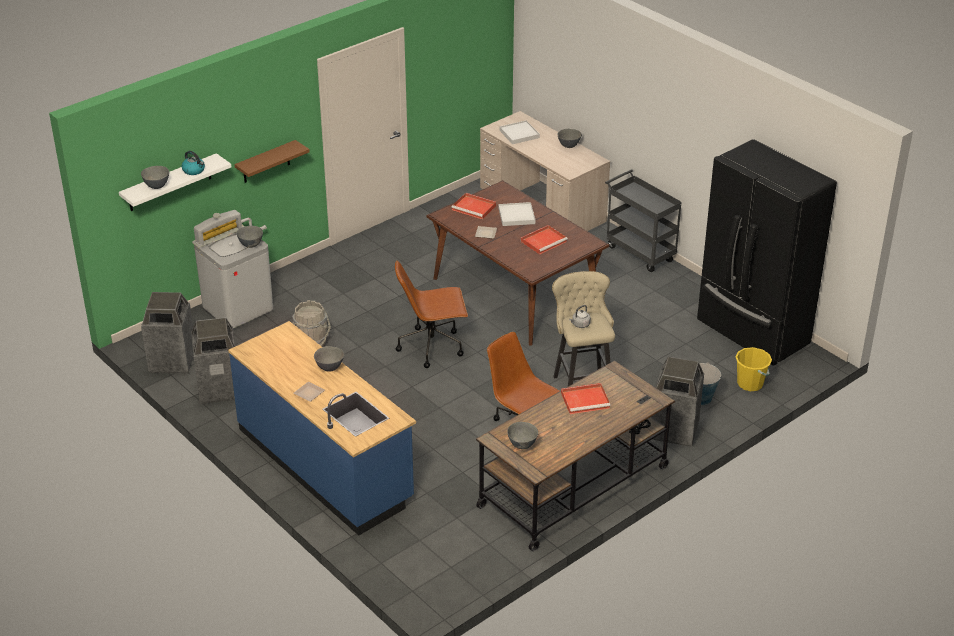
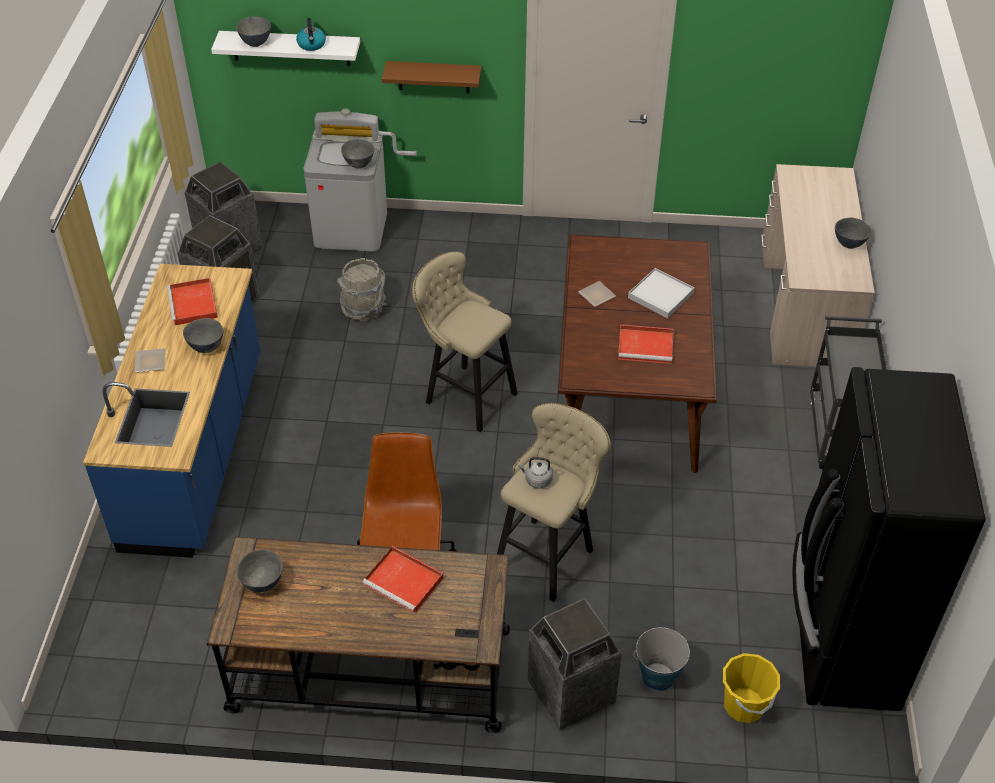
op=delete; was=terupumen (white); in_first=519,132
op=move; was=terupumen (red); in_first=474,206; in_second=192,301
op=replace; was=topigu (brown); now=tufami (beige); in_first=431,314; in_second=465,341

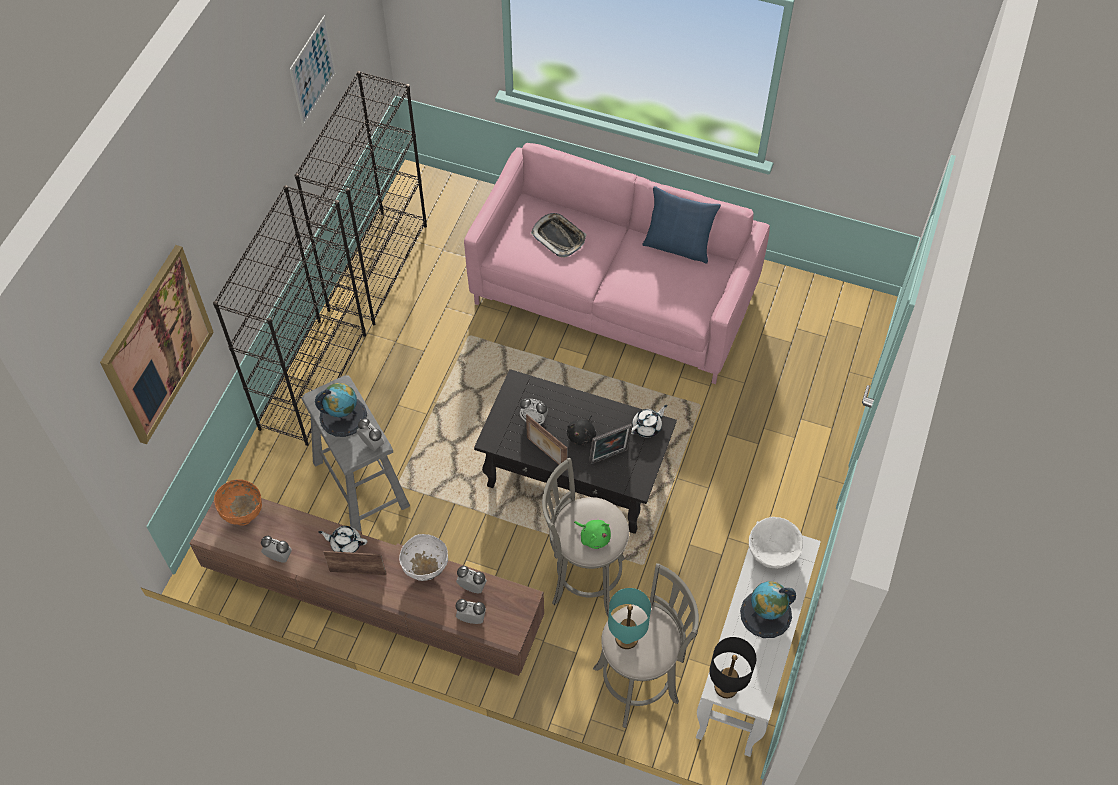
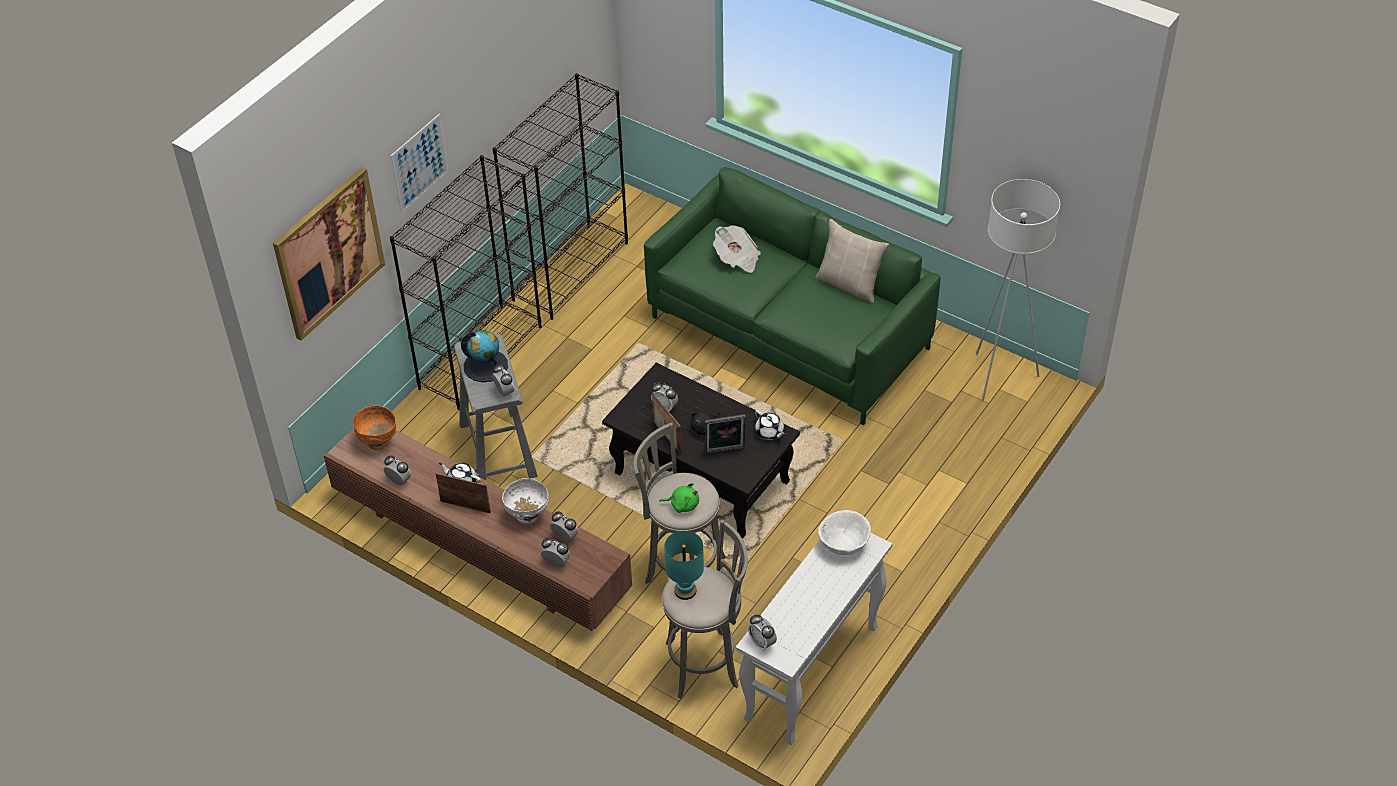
op=move; was=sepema; in_first=313,70; in_second=420,163
op=recolor; was=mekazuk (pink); now=mekazuk (green); in_first=617,263; in_second=792,296
op=recolor; was=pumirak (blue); now=pumirak (beige); in_first=681,225; in_second=852,261
op=replace; was=terupumen; now=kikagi; in_first=558,235; in_second=737,249
op=rotate; was=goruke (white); in_first=649,421; in_second=770,425; clockwise=75
op=rotate; was=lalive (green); in_first=592,534; in_second=679,498; clockwise=-45
op=delete; was=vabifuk; in_first=768,609
op=replace; was=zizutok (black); now=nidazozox; in_first=732,667; in_second=762,632
op=insert; now=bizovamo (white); in_second=1018,290

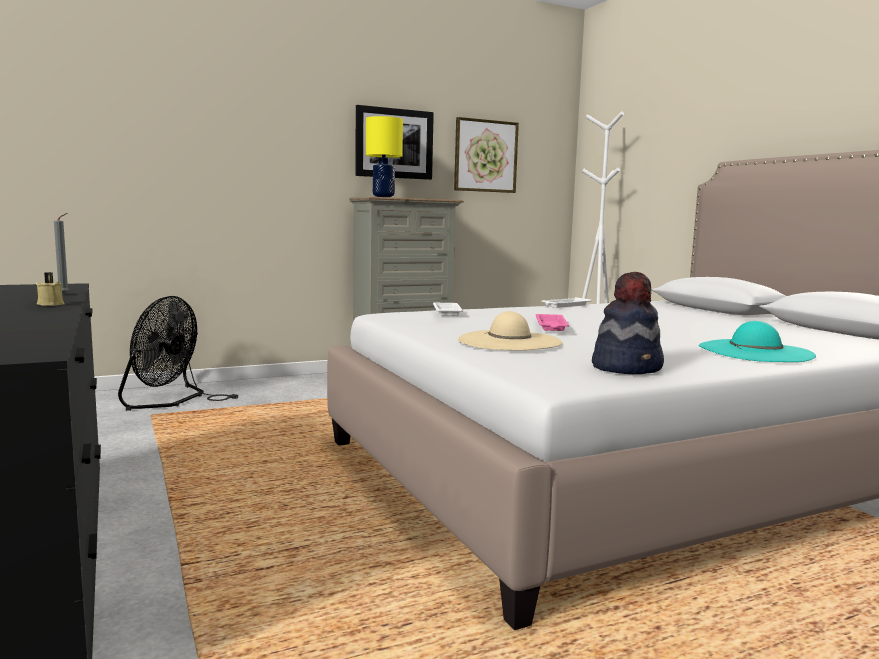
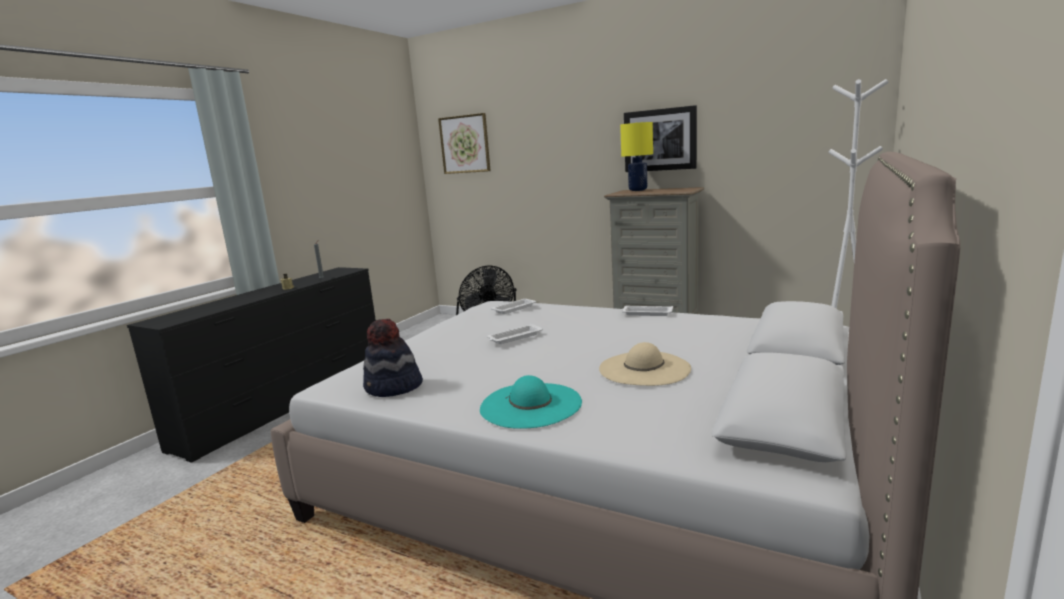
op=move; was=sepema; in_first=486,155; in_second=464,143
op=move; was=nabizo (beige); in_first=510,330; in_second=645,364
op=recolor; was=terupumen (pink); now=terupumen (white); in_first=552,322; in_second=515,334

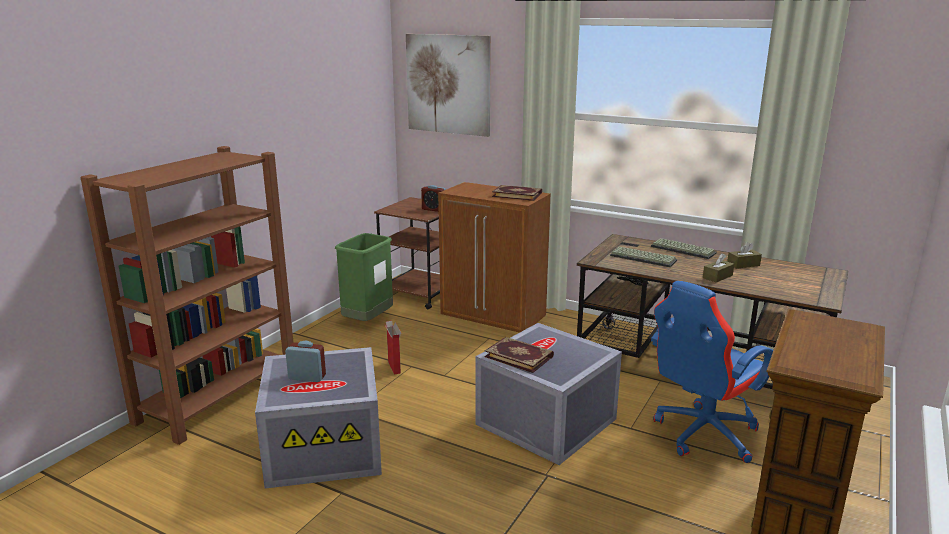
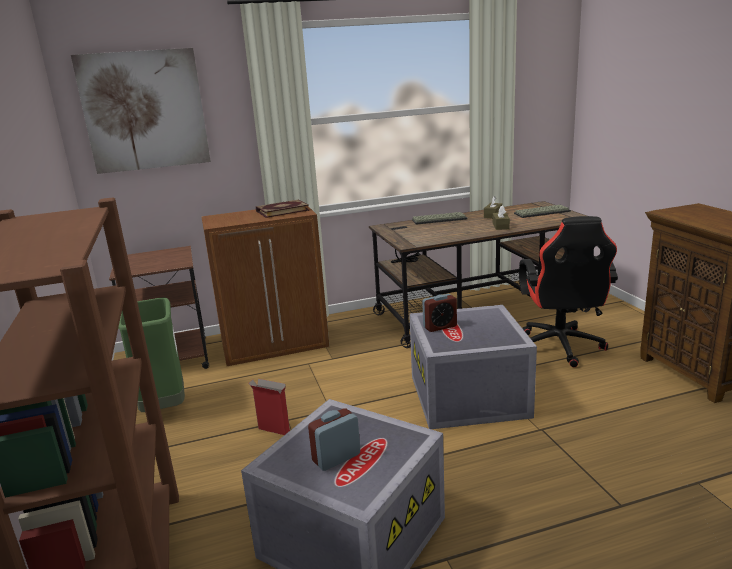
op=move; was=nidazozox; in_first=433,198; in_second=439,313
op=move; was=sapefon; in_first=643,257; in_second=542,211
op=recolor; was=topigu (blue); now=topigu (black); in_first=712,372; in_second=568,291
op=delete; was=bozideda; in_first=519,355

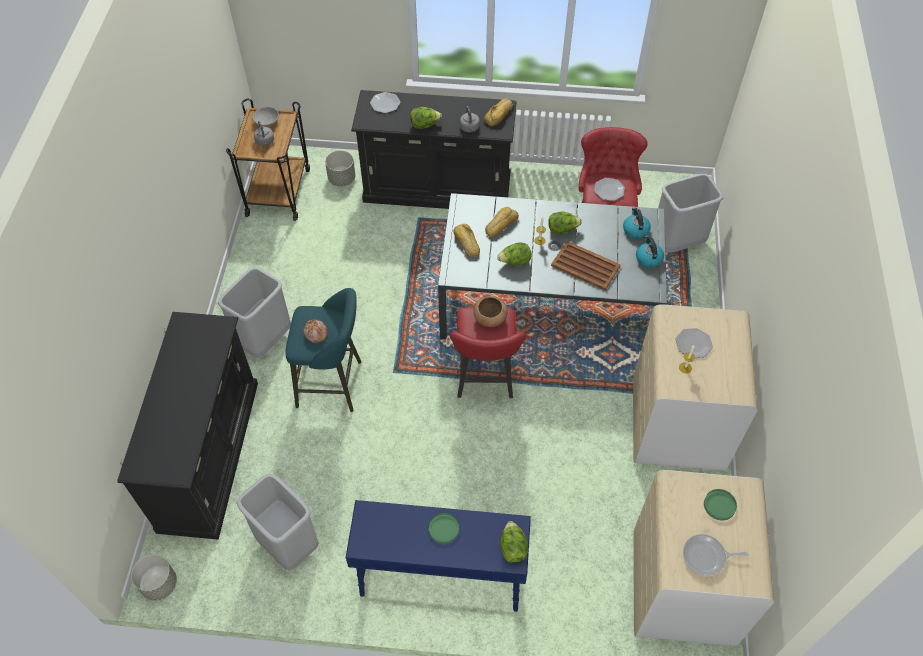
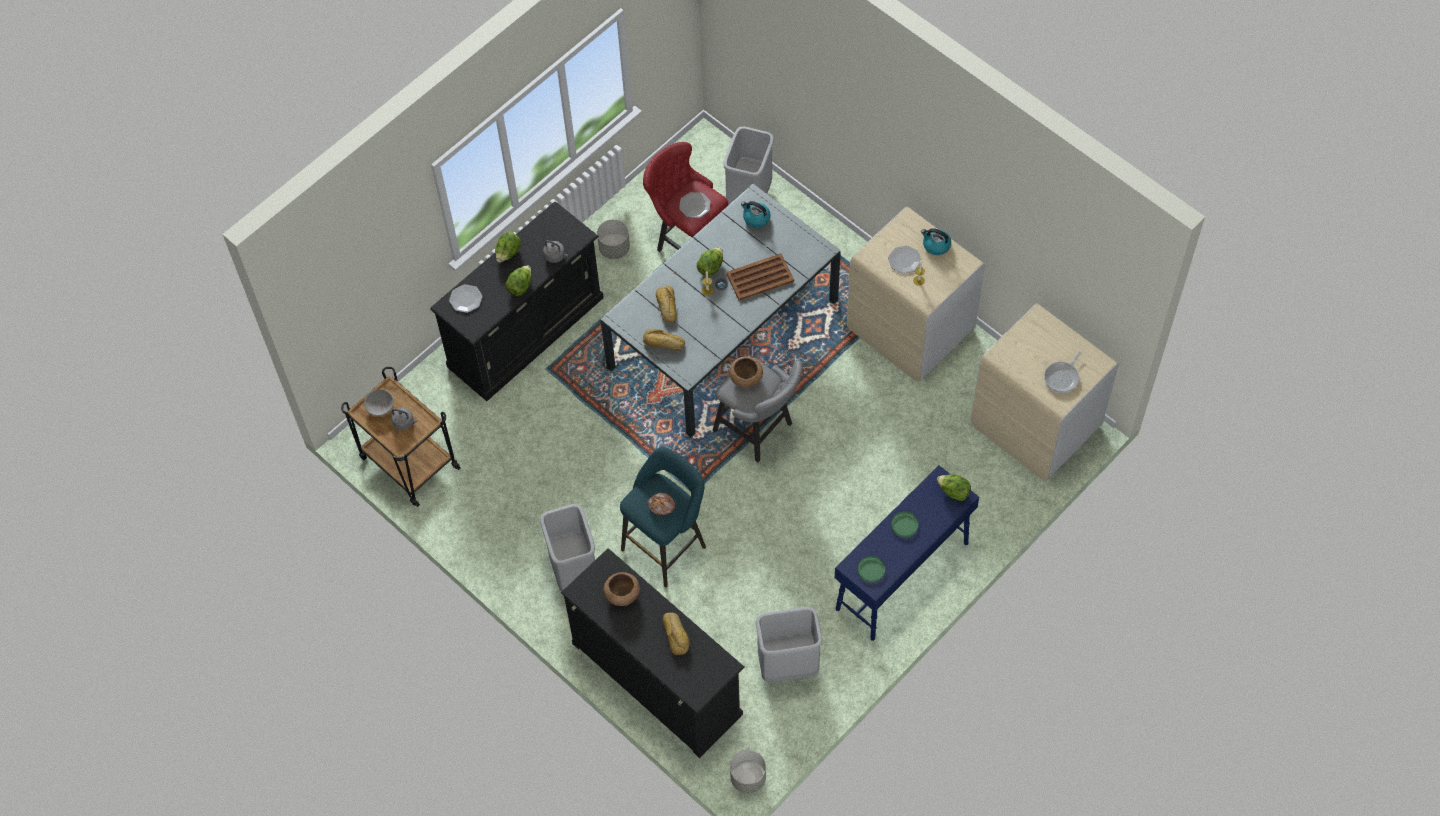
op=move; was=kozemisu; in_first=498,113; in_second=676,634
op=move; was=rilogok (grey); in_first=340,168; in_second=613,239
op=move; was=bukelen; in_first=650,251; in_second=936,241
op=move; was=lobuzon; in_first=514,254; in_second=508,247
op=recolor; was=tufami (red); now=tufami (grey); in_first=488,352; in_second=757,409
op=move; was=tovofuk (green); in_first=720,505; in_second=871,569
op=insert; now=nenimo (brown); in_second=622,589

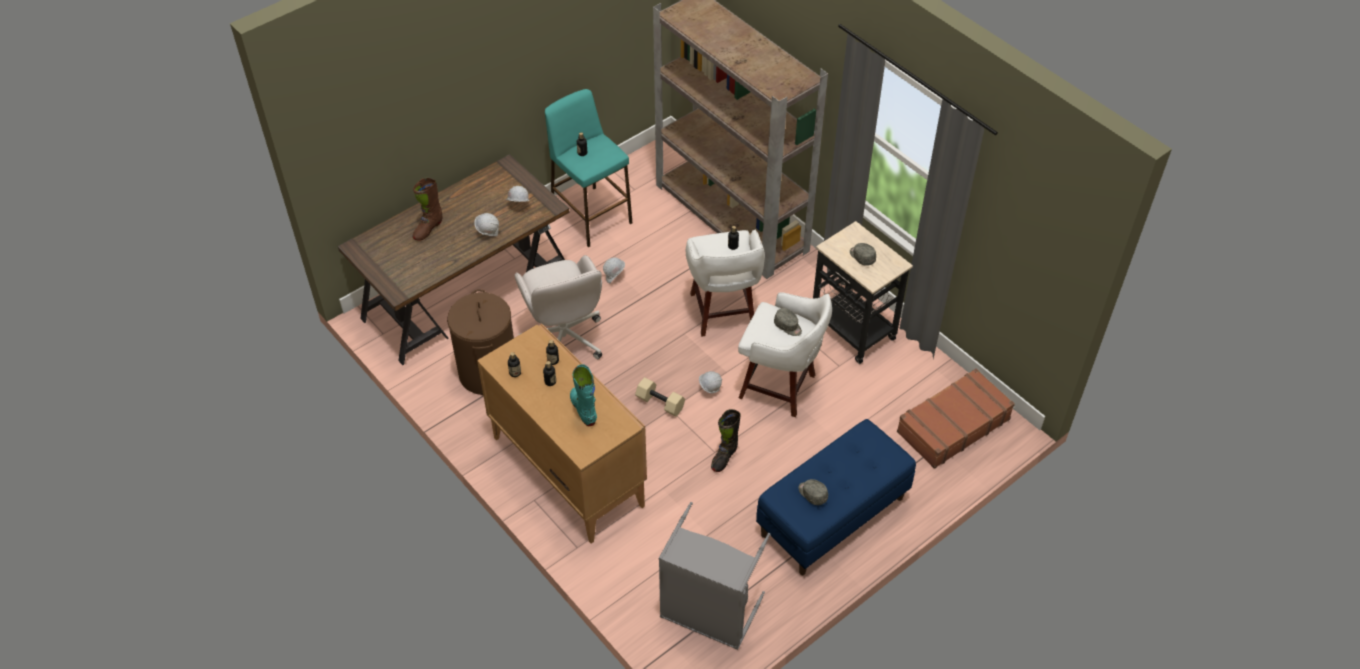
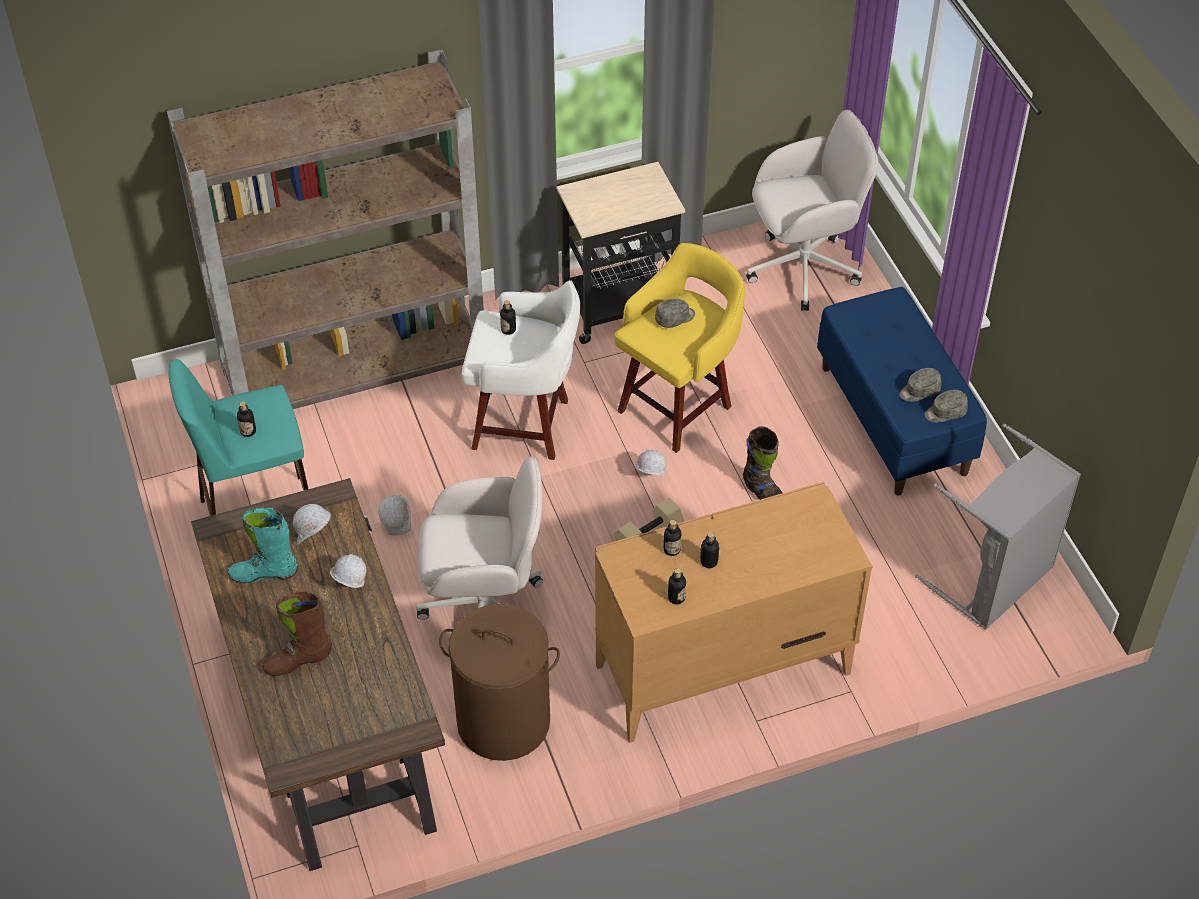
op=rotate; was=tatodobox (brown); in_first=427,209; in_second=297,633; clockwise=105
op=move; was=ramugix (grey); in_first=863,254; in_second=946,406
op=recolor; was=tufami (white); now=tufami (yellow); in_first=785,354; in_second=679,348
op=move; was=tatodobox (turquoise); in_first=583,395; in_second=263,545
op=replace; was=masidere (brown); now=topigu (white); in_first=956,418; in_second=812,210

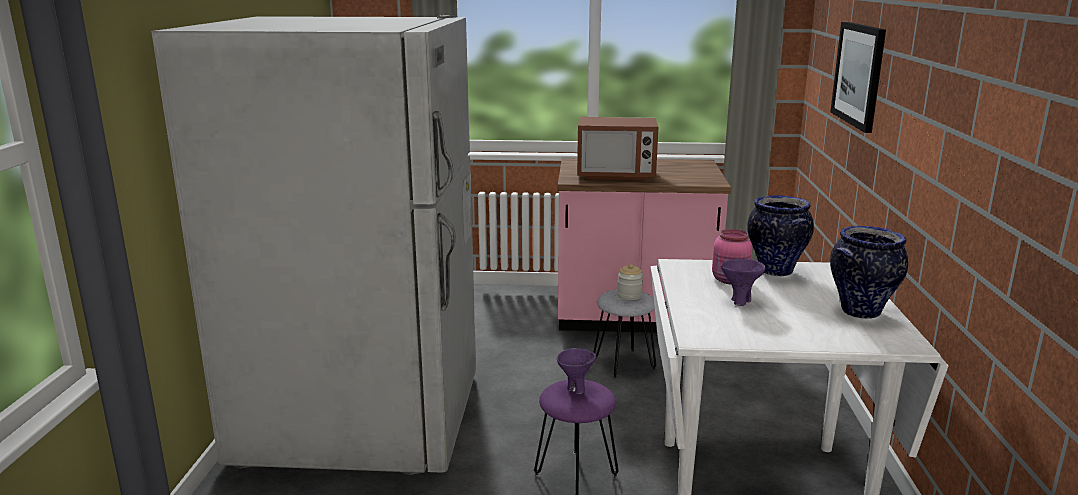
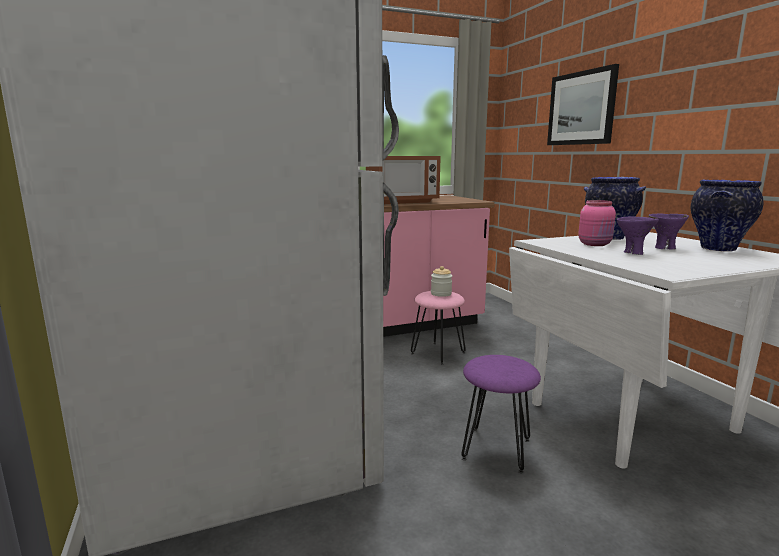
op=recolor; was=tufami (grey); now=tufami (pink); in_first=624,333; in_second=438,328
op=move; was=nenimo (purple); in_first=576,371; in_second=669,232

